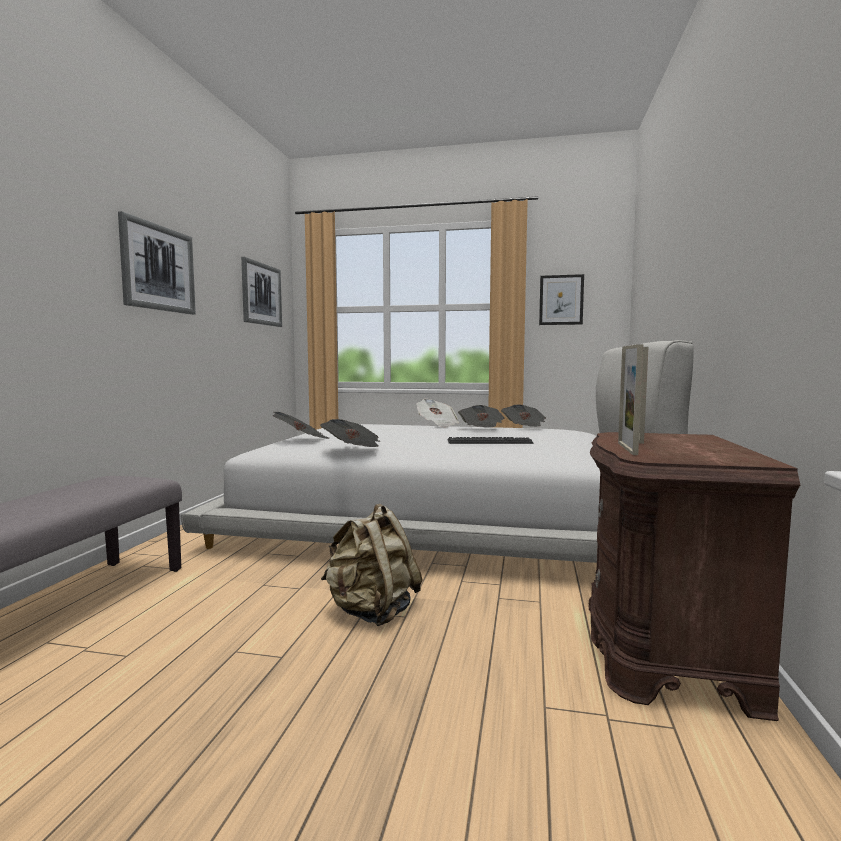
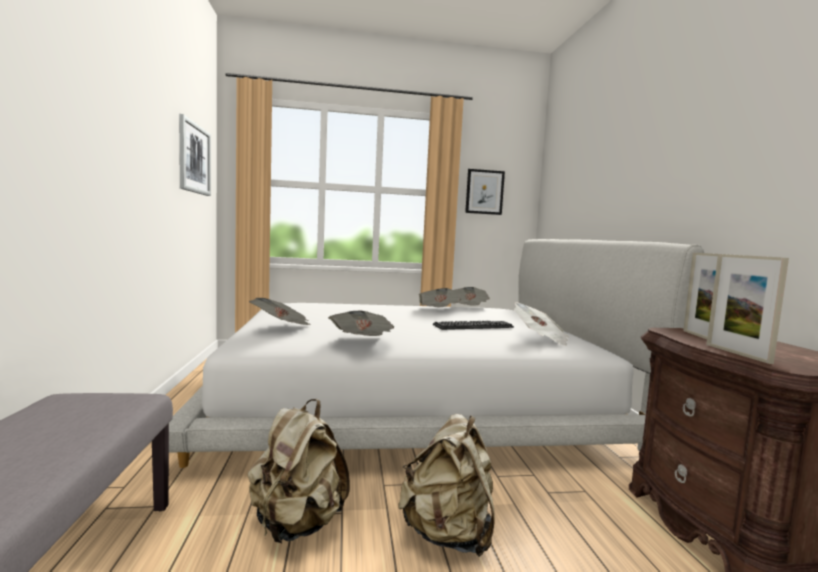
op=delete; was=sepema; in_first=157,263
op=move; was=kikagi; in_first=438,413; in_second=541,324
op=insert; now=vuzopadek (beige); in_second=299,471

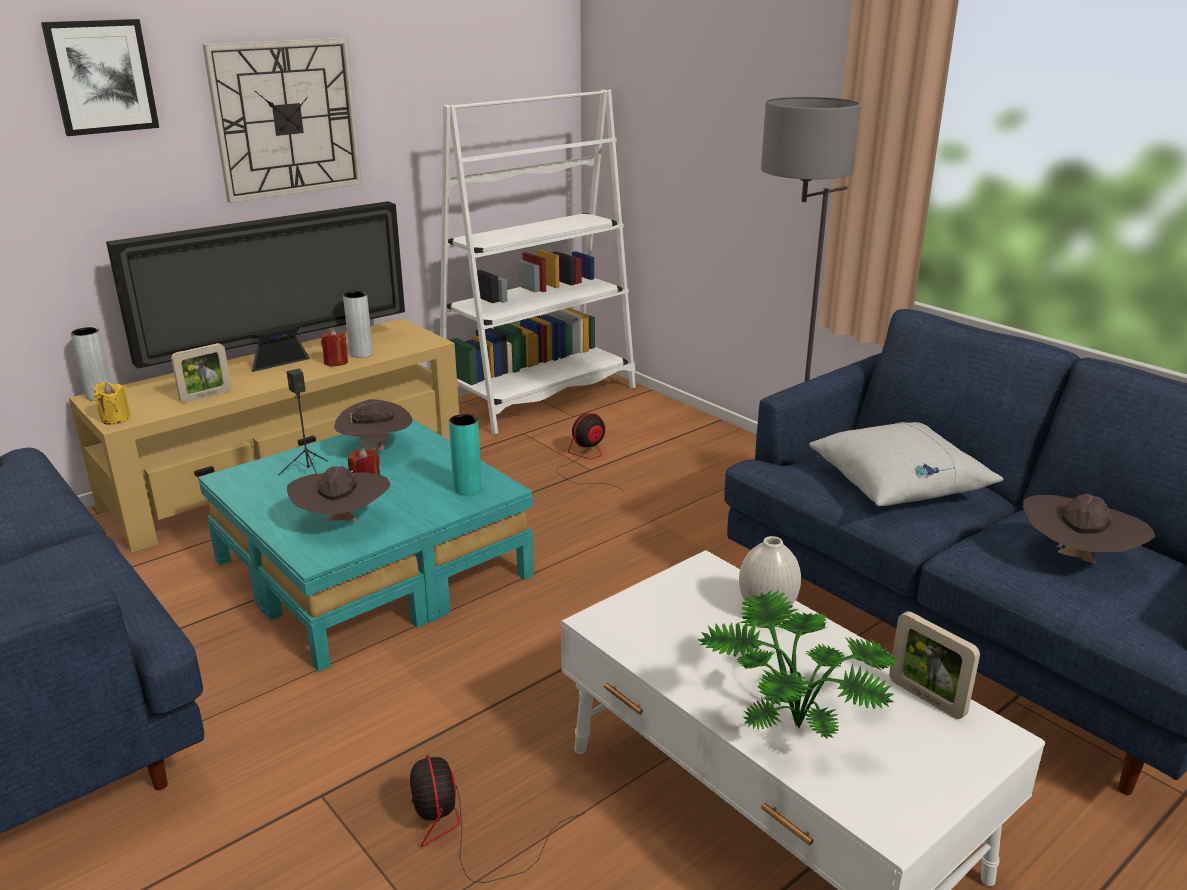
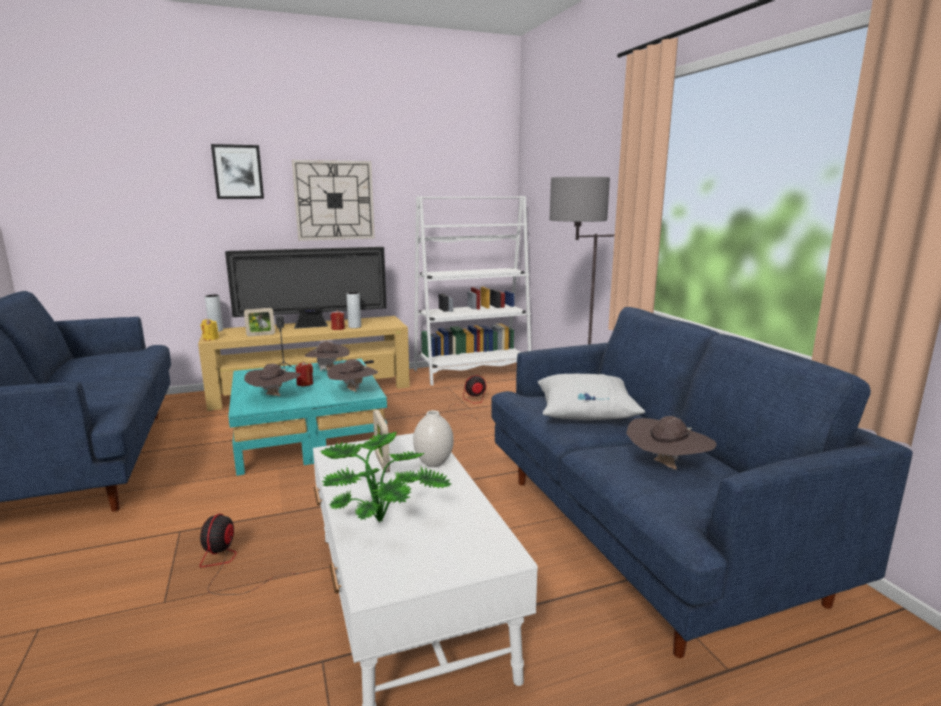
op=replace; was=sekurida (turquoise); now=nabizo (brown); in_first=465,454; in_second=352,375
op=move; was=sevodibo; in_first=934,665; in_second=381,441

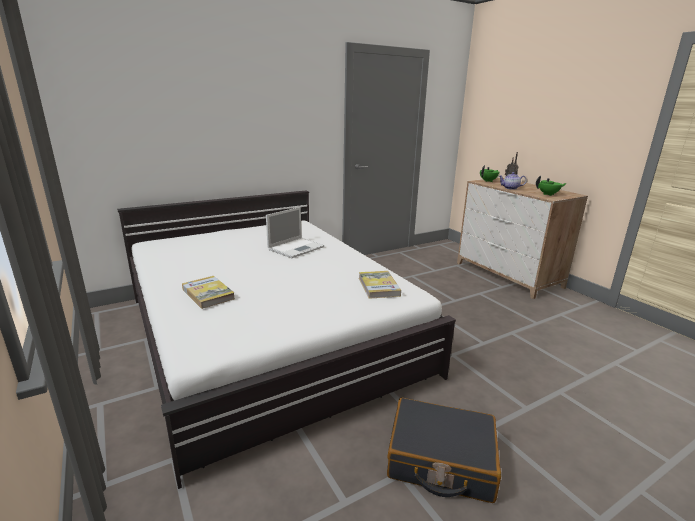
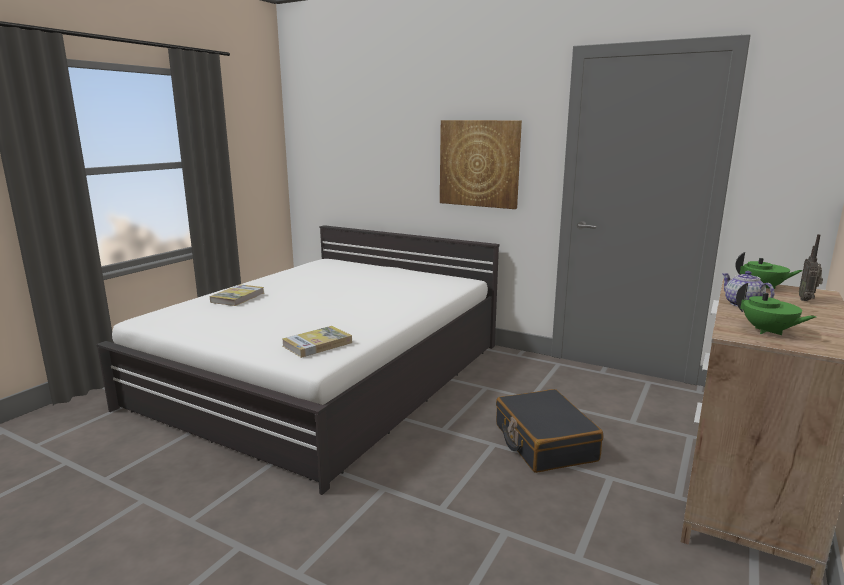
op=delete; was=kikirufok; in_first=295,232
op=move; was=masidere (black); in_first=444,450; in_second=549,431
op=insert; now=sepema; in_second=481,164

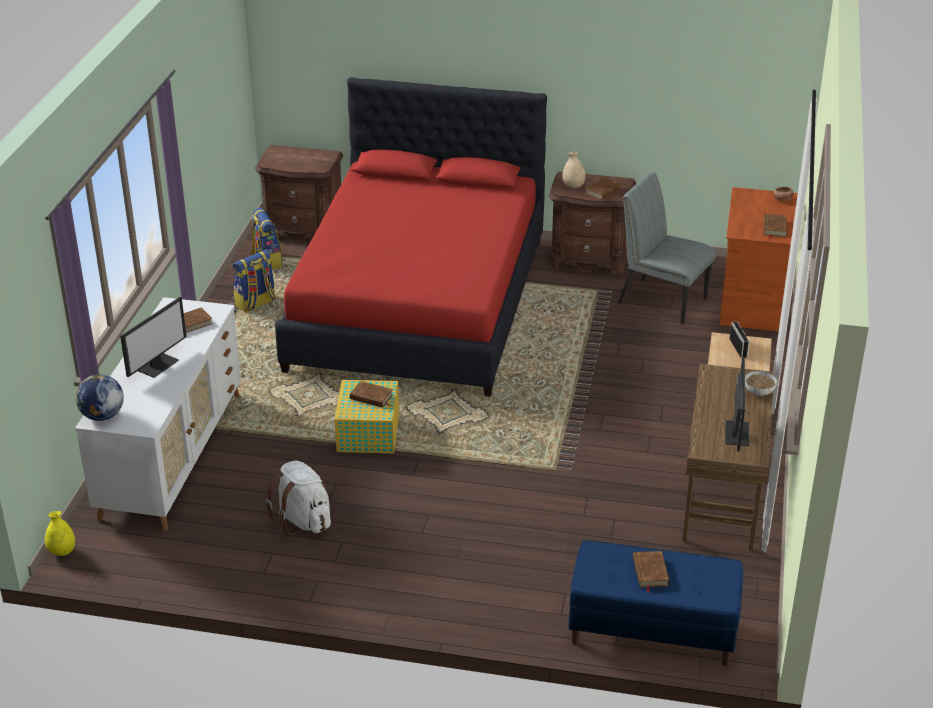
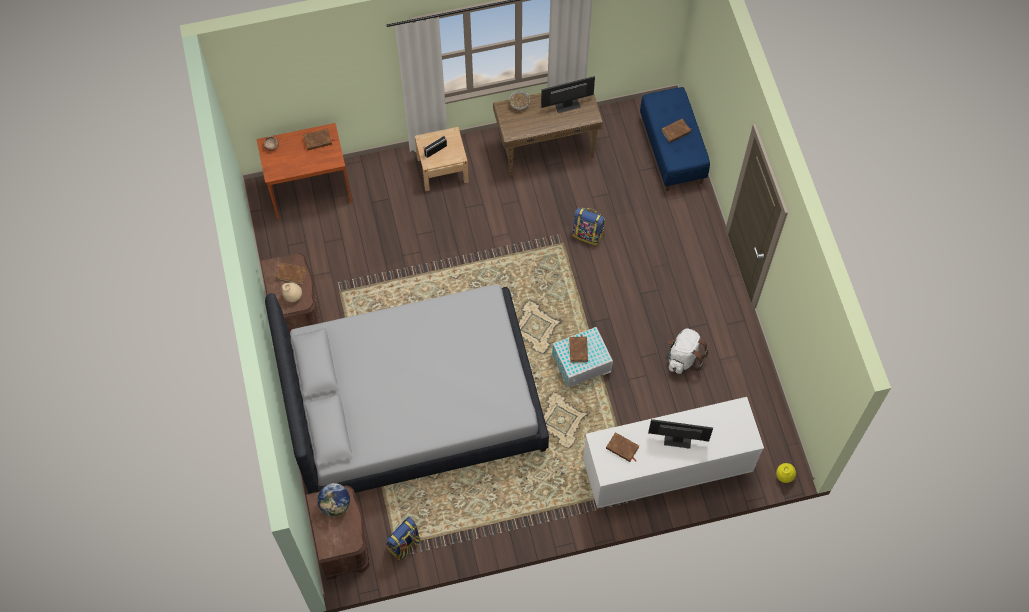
op=recolor; was=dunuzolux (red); now=dunuzolux (grey); in_first=411,237; in_second=407,389
op=delete; was=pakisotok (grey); in_first=667,248
op=move; was=vuzopadek; in_first=254,281; in_second=588,226
op=move; was=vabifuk; in_first=99,397; in_second=333,499
op=recolor; was=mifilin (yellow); now=mifilin (white); in_first=367,416; in_second=582,357

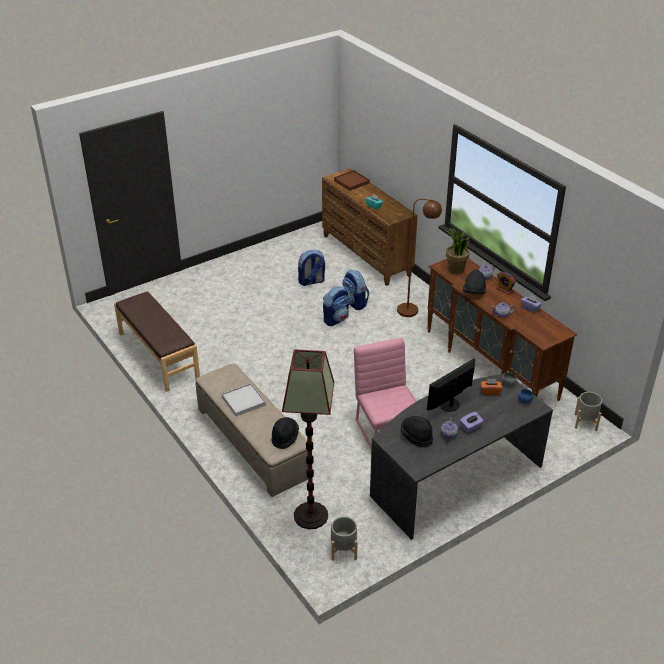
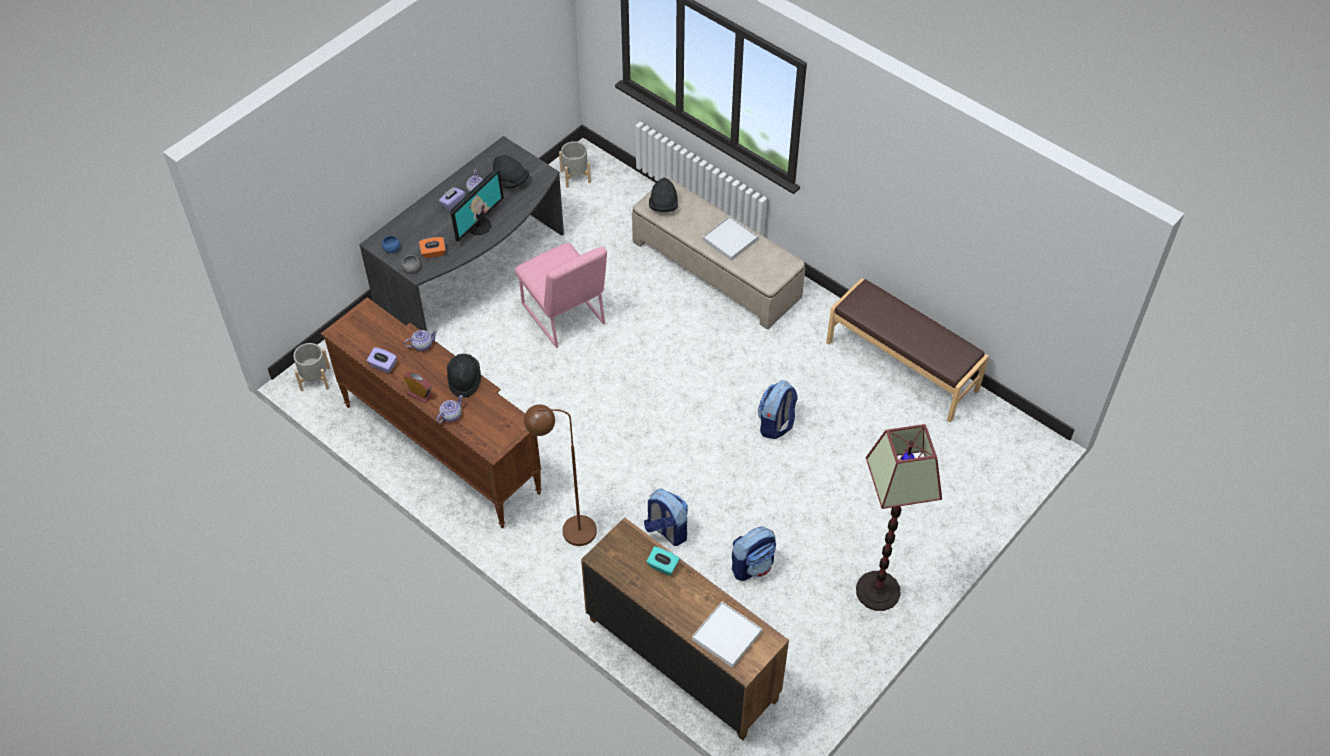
op=recolor; was=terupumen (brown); now=terupumen (white); in_first=352,180; in_second=727,635
op=delete; was=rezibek; in_first=457,251
op=move; was=vuzopadek; in_first=336,306; in_second=778,409
op=move; was=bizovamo; in_first=308,439; in_second=899,517

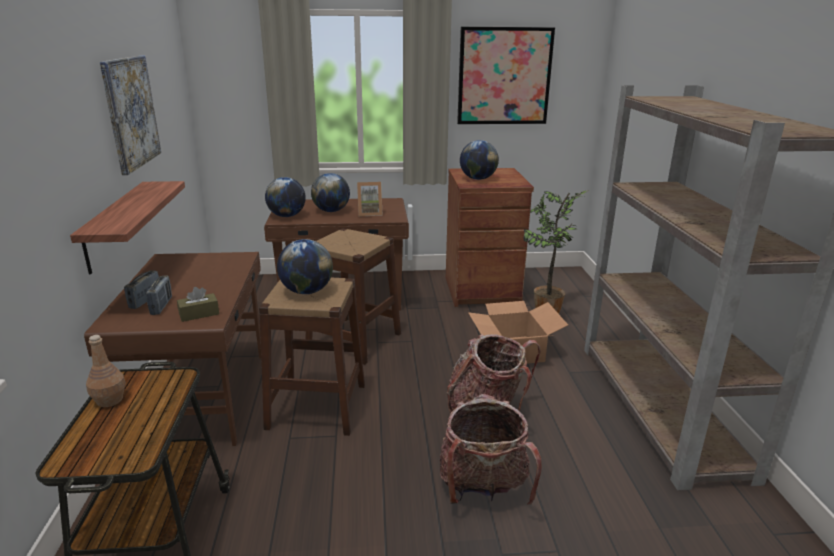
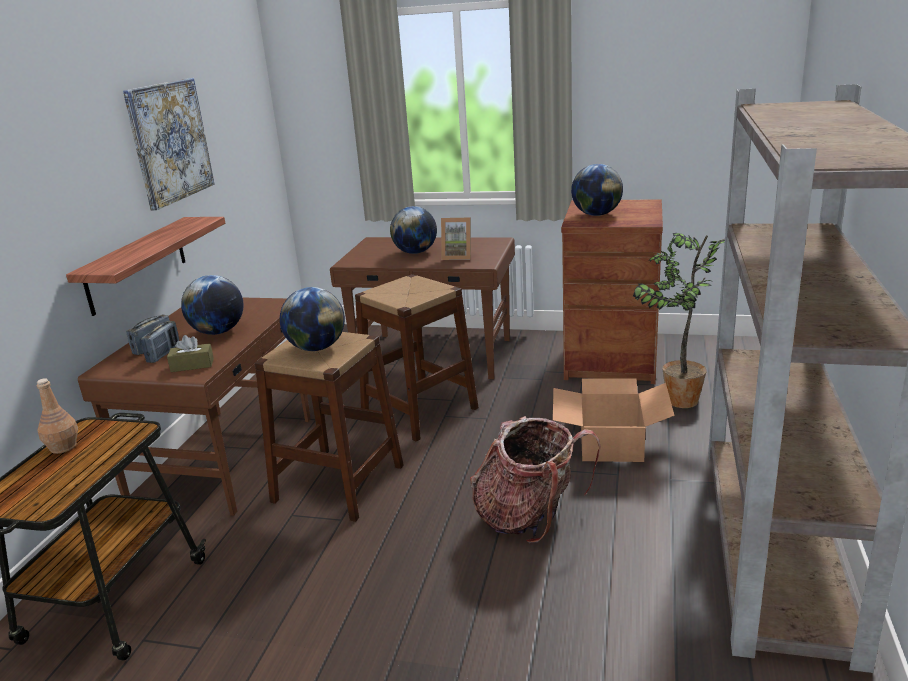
op=delete; was=sepema; in_first=506,75
op=move; was=vabifuk; in_first=285,197; in_second=212,305
op=delete; was=vuzopadek; in_first=491,449

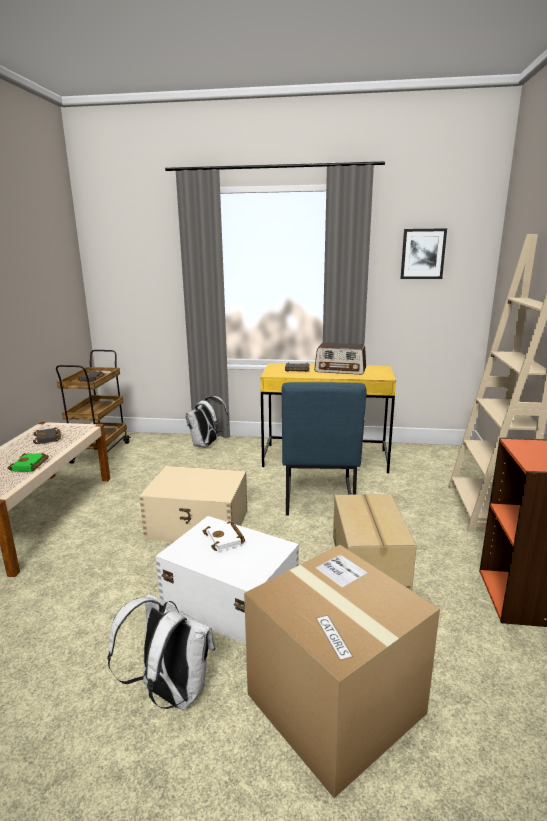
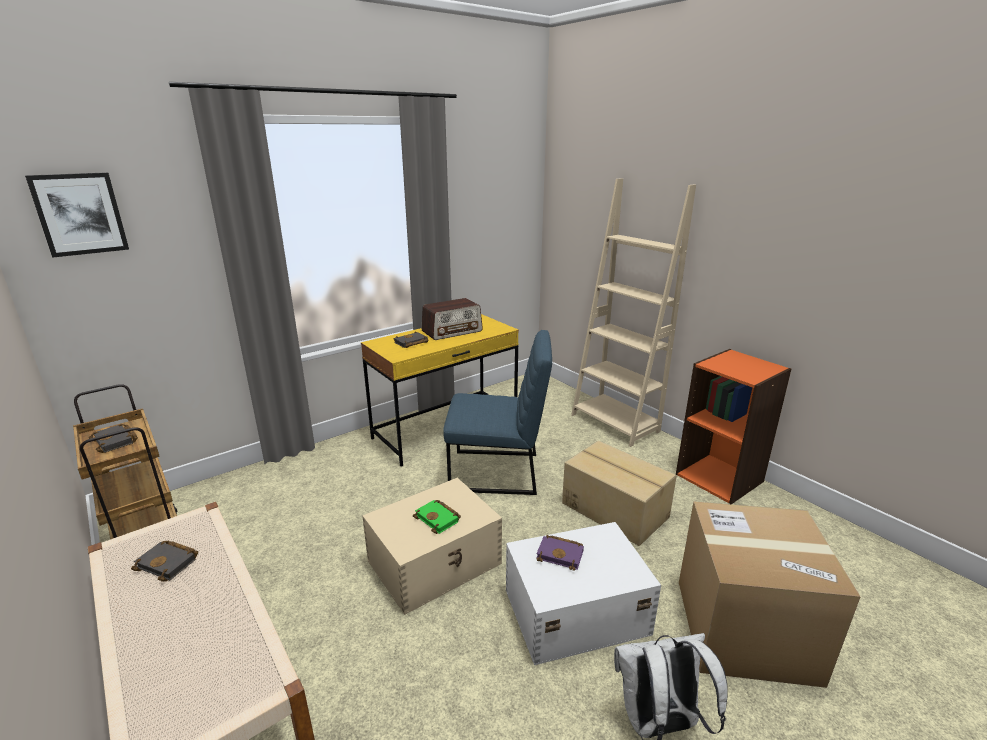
op=move; was=sepema; in_first=423,253; in_second=77,215
op=rotate; was=pakisotok (blue); in_first=324,449; in_second=497,412; clockwise=-45
op=delete; was=vuzopadek (white); in_first=207,422
op=move; was=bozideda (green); in_first=28,462; in_second=437,517
op=recolor; was=bozideda (white); now=bozideda (purple); in_first=224,536; in_second=560,553

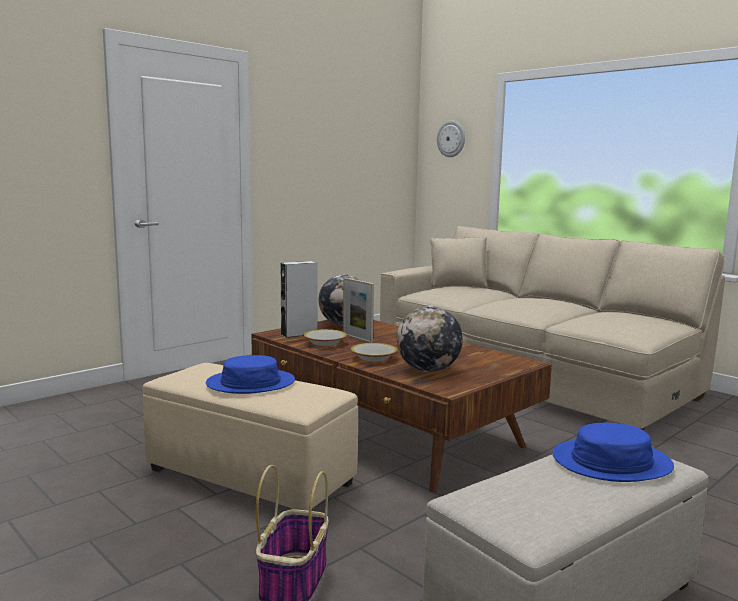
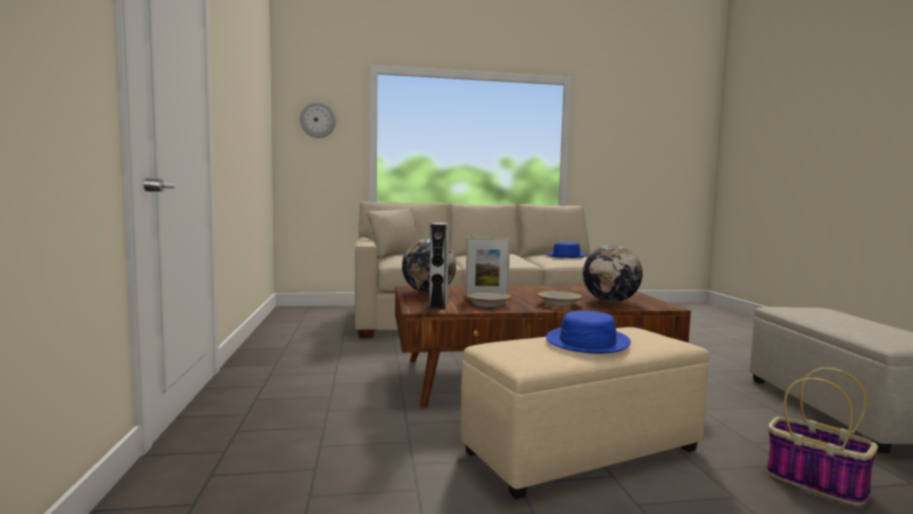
op=move; was=nabizo (blue); in_first=613,452; in_second=566,250

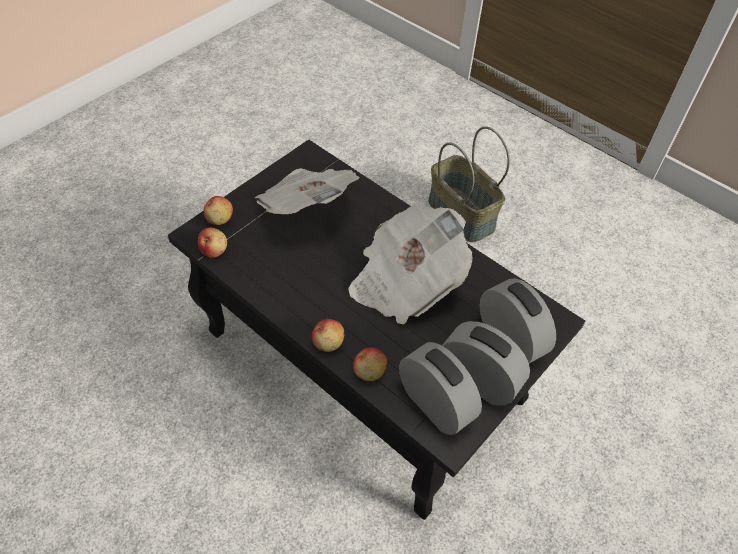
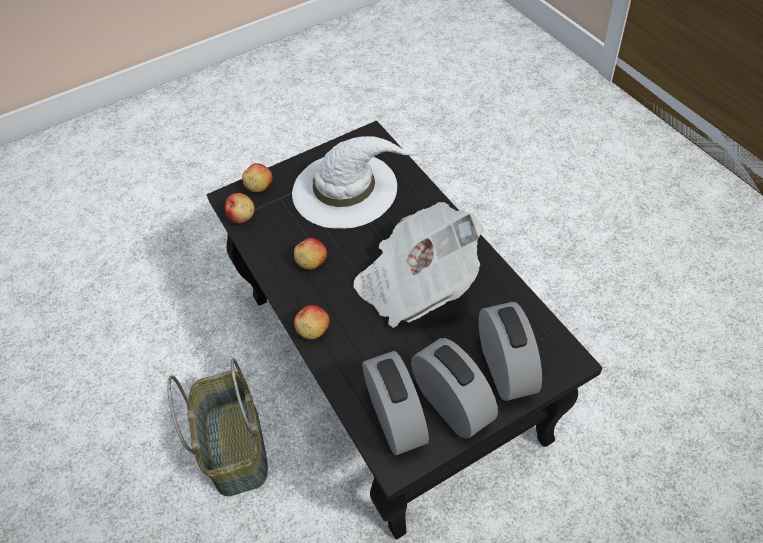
op=move; was=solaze; in_first=469,184; in_second=217,427
op=replace; was=kikagi; now=nabizo (white); in_first=307,191; in_second=356,182
op=move; was=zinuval; in_first=370,364; in_second=310,254

